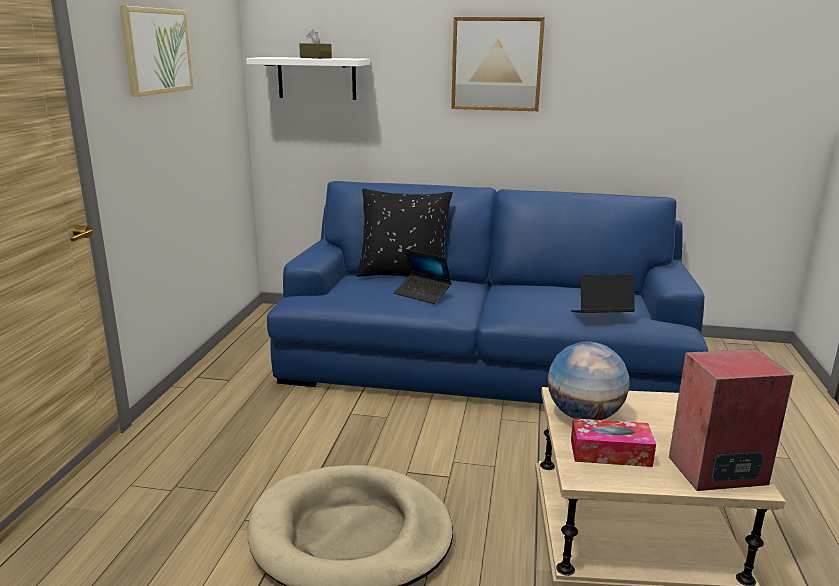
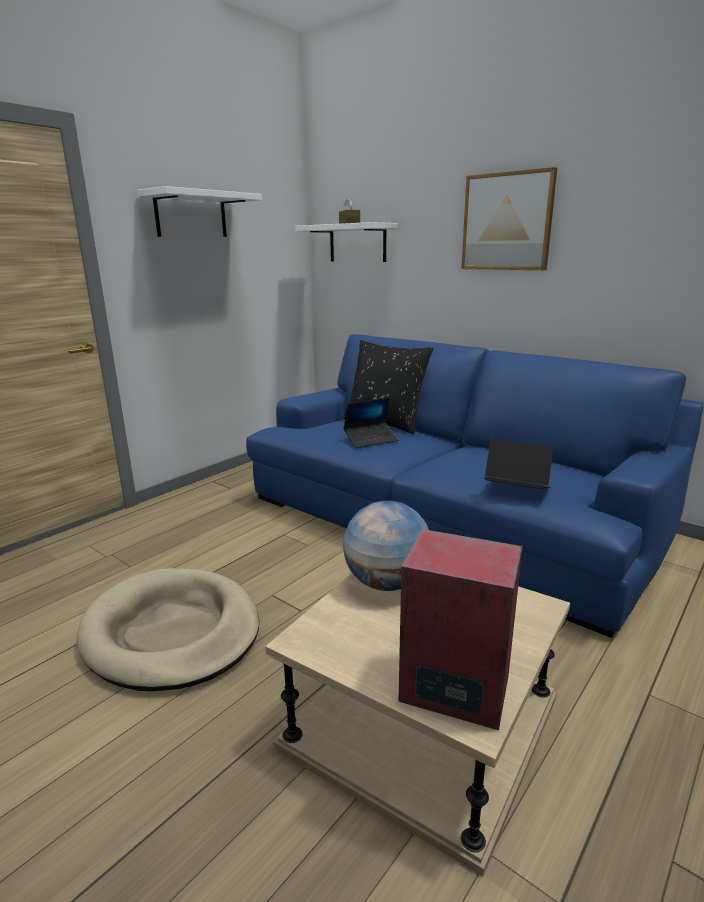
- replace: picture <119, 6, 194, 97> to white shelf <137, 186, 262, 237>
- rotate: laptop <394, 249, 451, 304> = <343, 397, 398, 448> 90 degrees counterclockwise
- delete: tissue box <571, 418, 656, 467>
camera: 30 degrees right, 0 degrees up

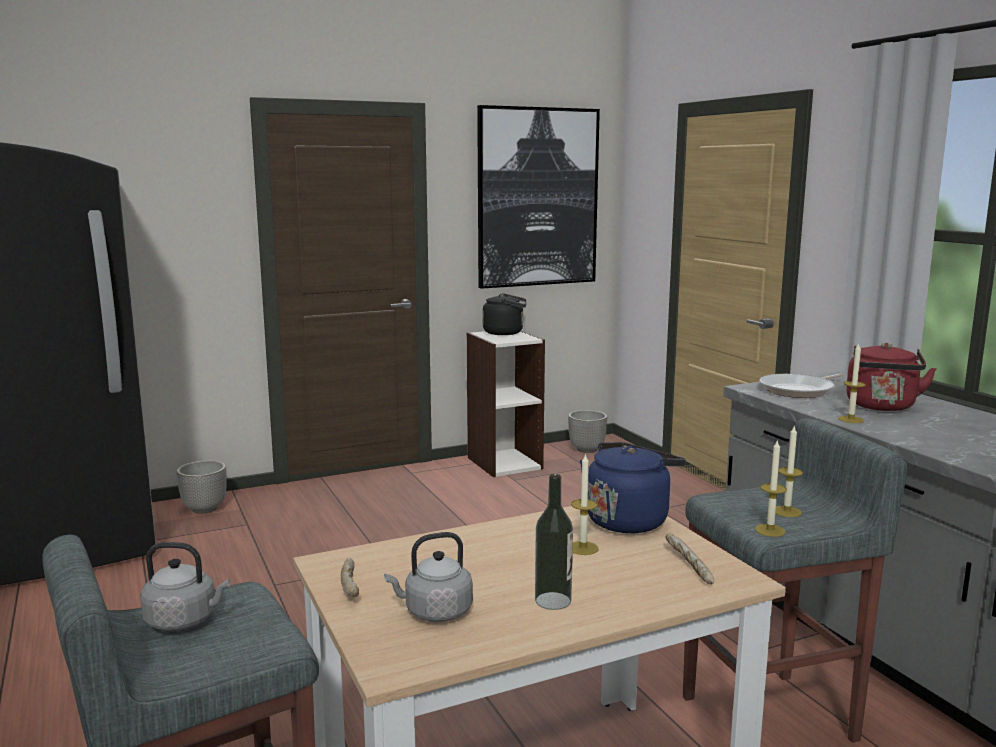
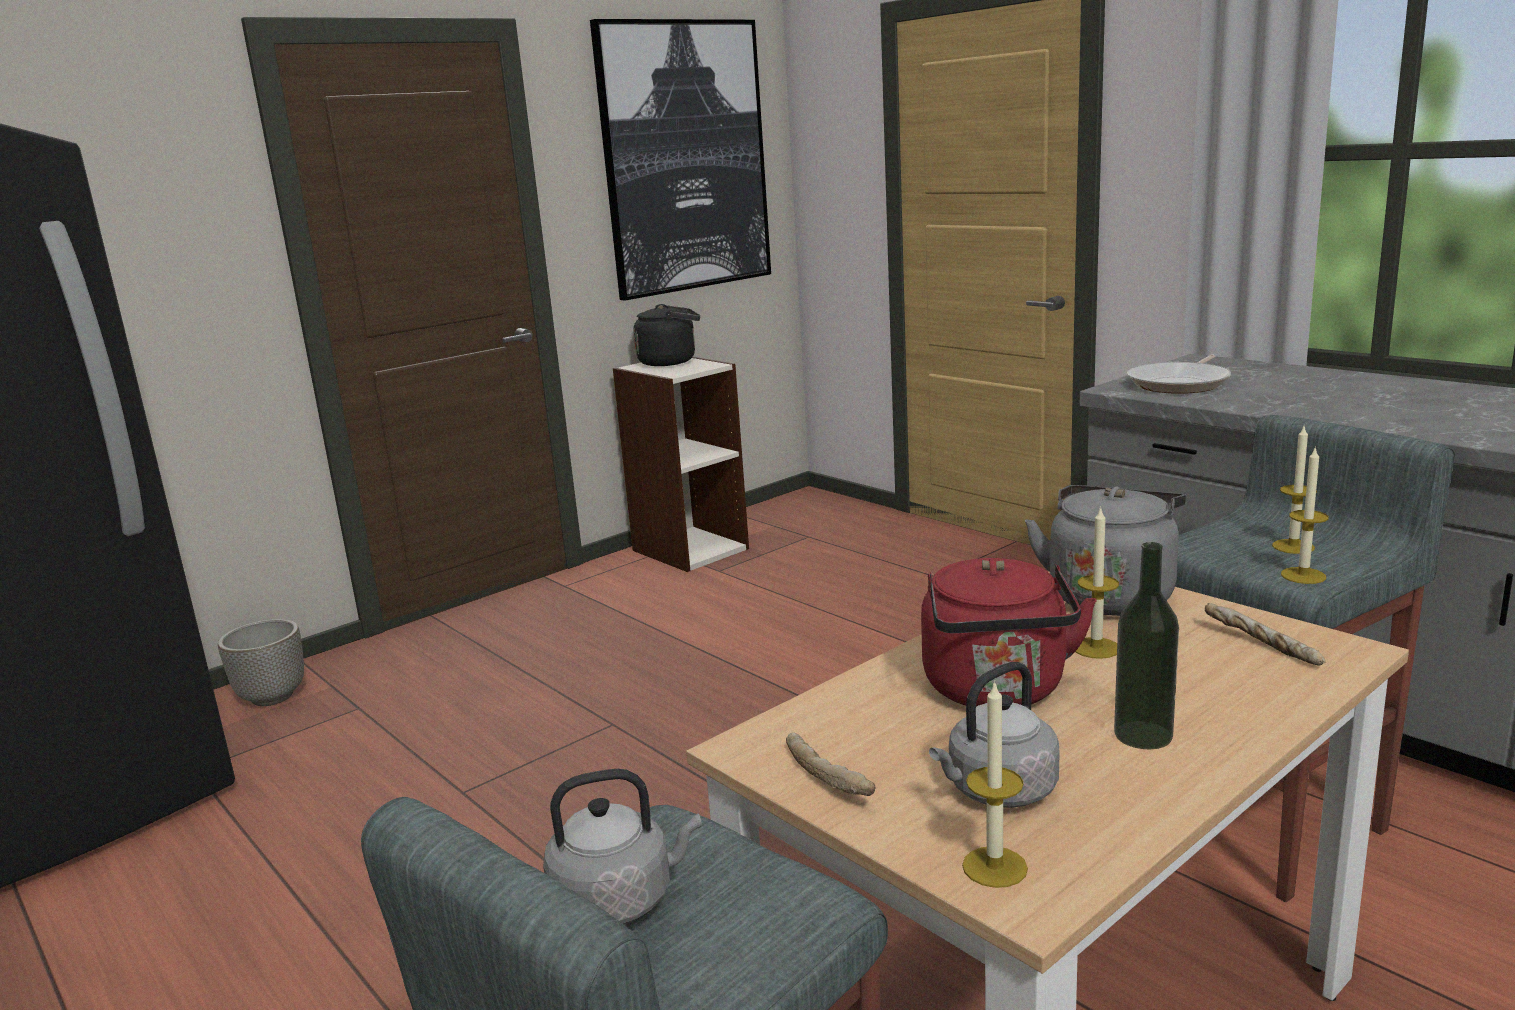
- move: red kettle <846, 343, 937, 411> to <921, 558, 1097, 707>
- move: candle <838, 344, 866, 423> to <962, 680, 1028, 888>
- recolor: blue kettle <580, 442, 686, 533> to grey kettle <1025, 485, 1186, 616>
- delete: planter <568, 410, 607, 453>
camera: 15 degrees left, 5 degrees up

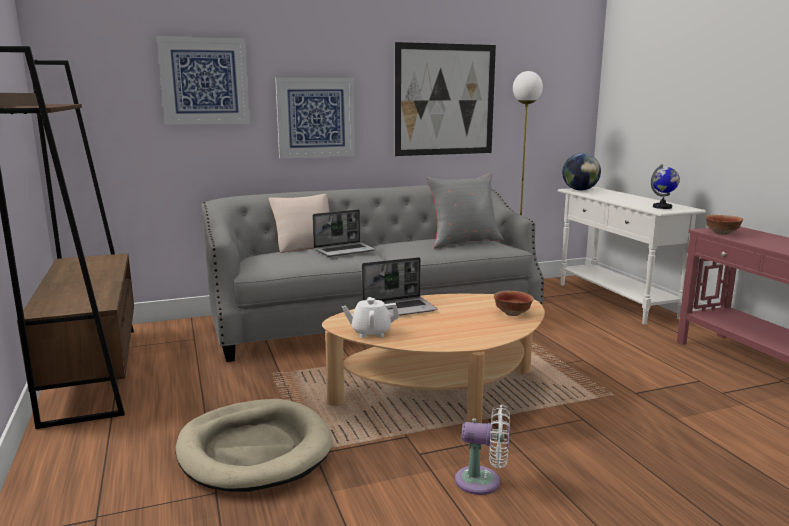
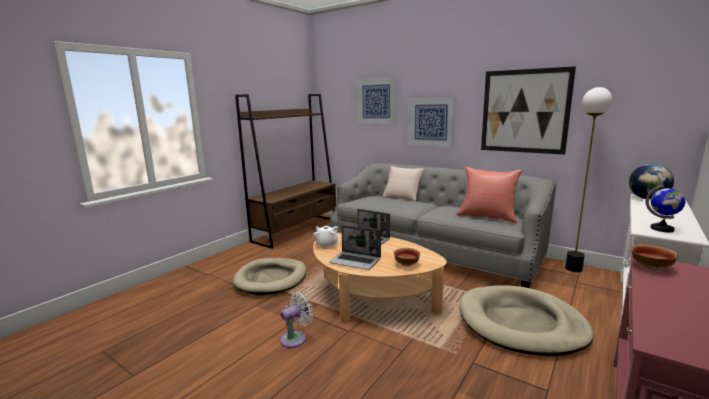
- rotate: white fan <455, 404, 510, 495> = <280, 292, 313, 348> 105 degrees counterclockwise
- move: laptop <312, 209, 376, 257> to <329, 225, 381, 270>
- recolor: grey pillow <426, 173, 504, 248> to red pillow <457, 166, 523, 223>
- insert: beige dog bed <459, 285, 593, 356>
camera: 55 degrees right, 0 degrees up

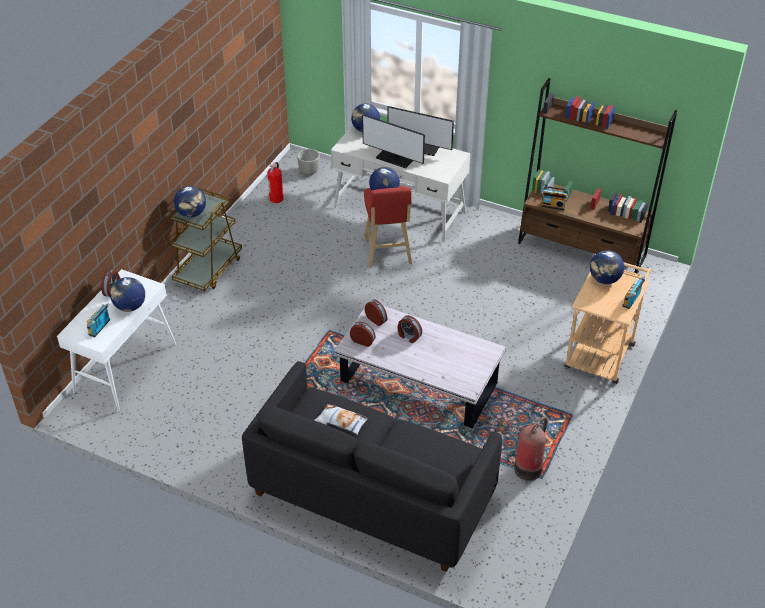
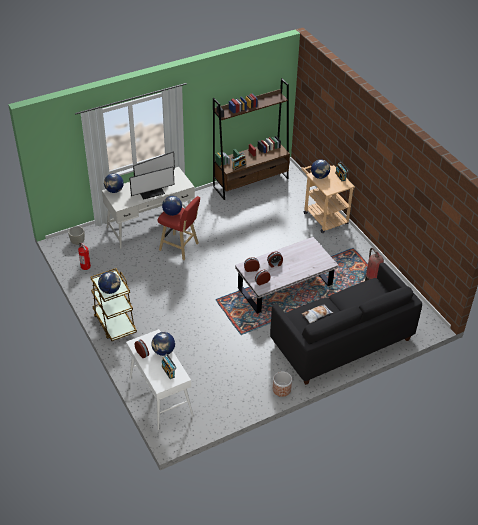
- insert: planter <273, 371, 292, 397>
camera: 55 degrees left, 0 degrees up

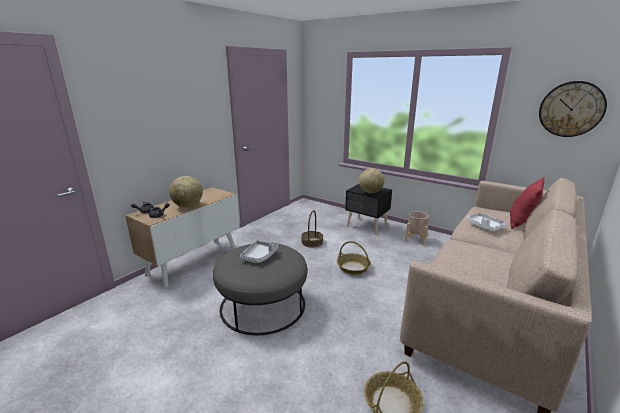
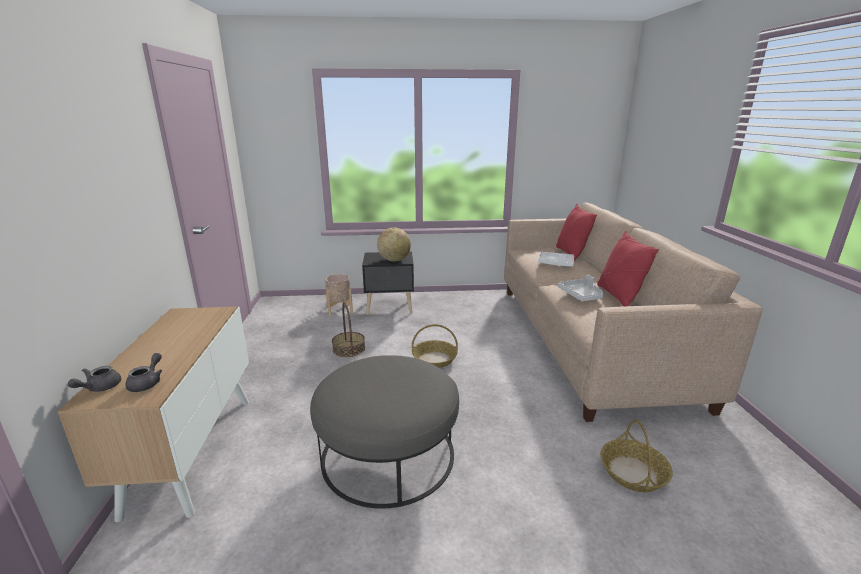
- move: beige planter <405, 211, 429, 245> to <325, 274, 353, 316>
- move: grey tray <239, 240, 278, 263> to <558, 275, 603, 301>
- insert: red pillow <597, 231, 659, 306>
- delete: globe <169, 176, 203, 208>
- delete: wall clock <539, 81, 607, 137>
camera: 40 degrees left, 0 degrees up

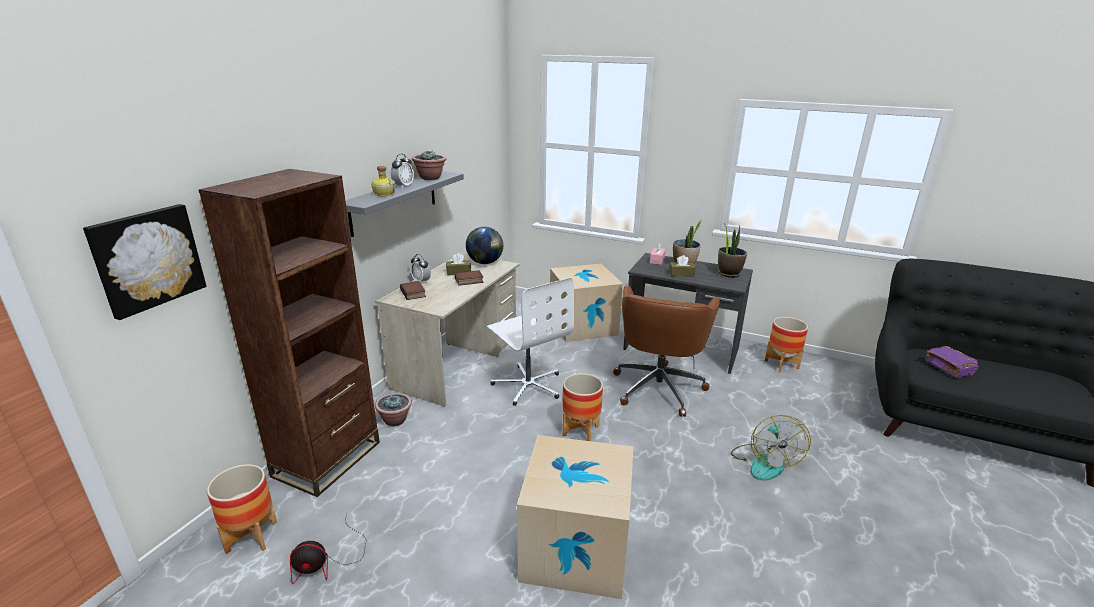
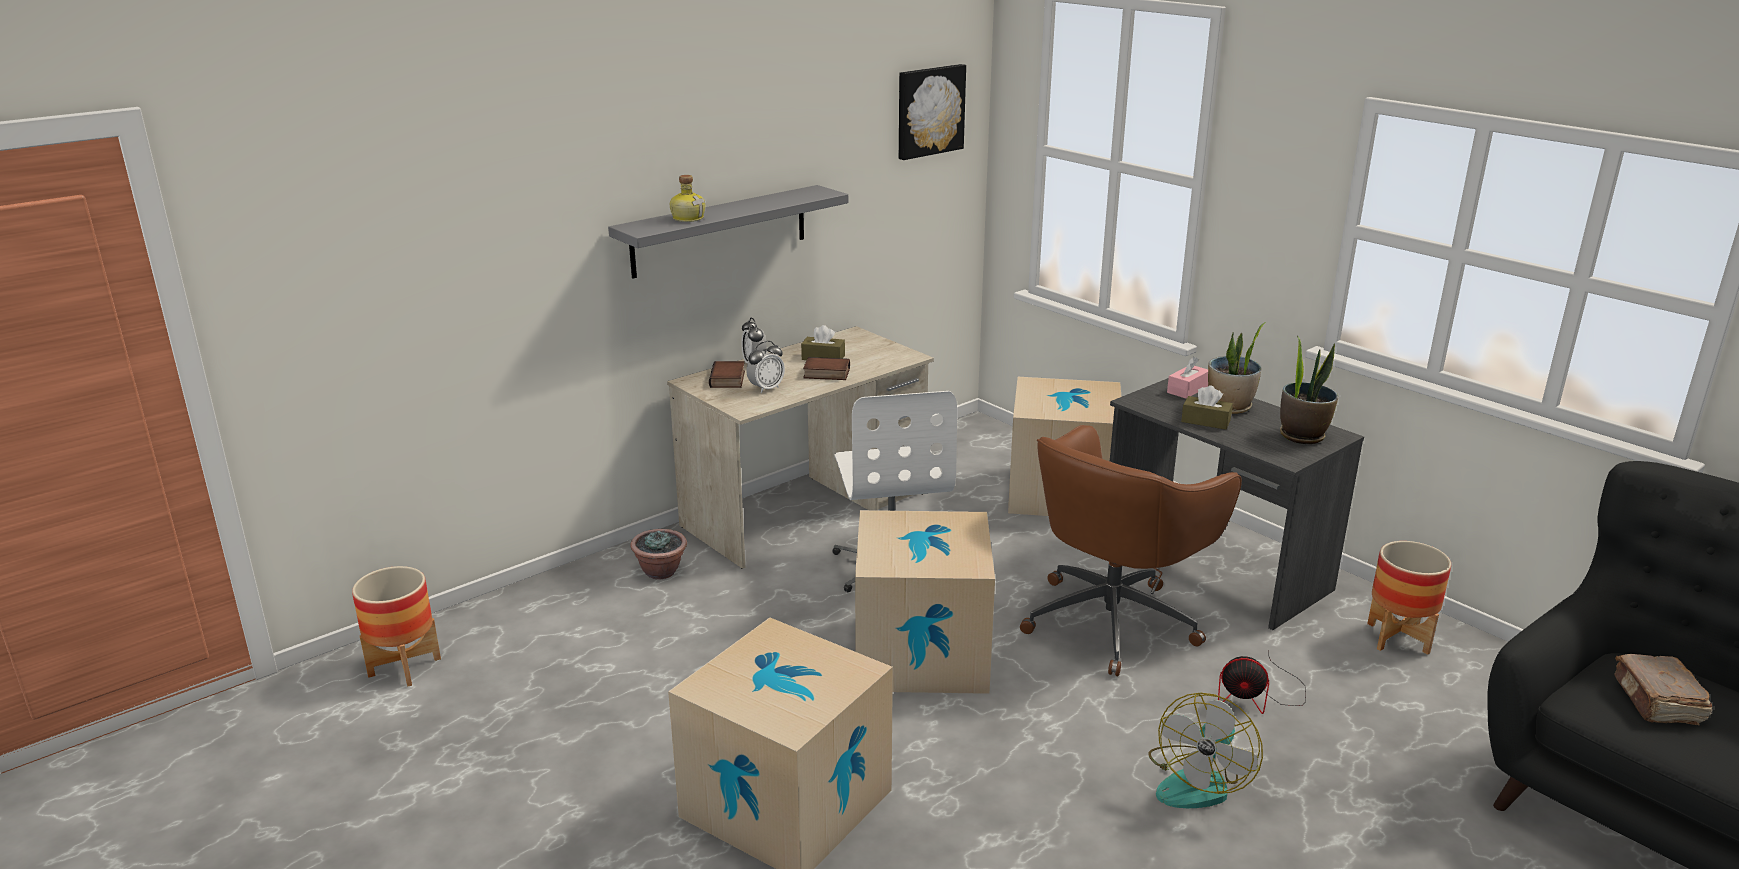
- move: alarm clock <391, 154, 414, 188> to <746, 341, 785, 393>
- replace: planter <562, 373, 603, 441> to cardboard box <855, 510, 995, 694>
- move: picture <83, 204, 206, 320> to <899, 64, 966, 160>
- move: fan <290, 514, 366, 584> to <1218, 650, 1306, 714>
- recolor: purple book <926, 346, 979, 378> to brown book <1614, 654, 1712, 725>
- delete: brown bookcase <199, 169, 380, 497>
- delete: potted plant <412, 151, 446, 180>
- delete: globe <466, 227, 503, 264>
camera: 25 degrees right, 0 degrees up

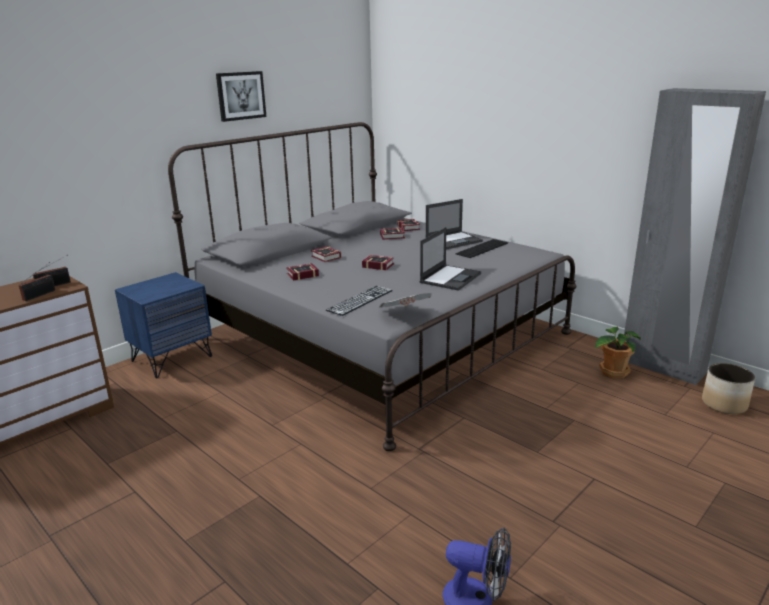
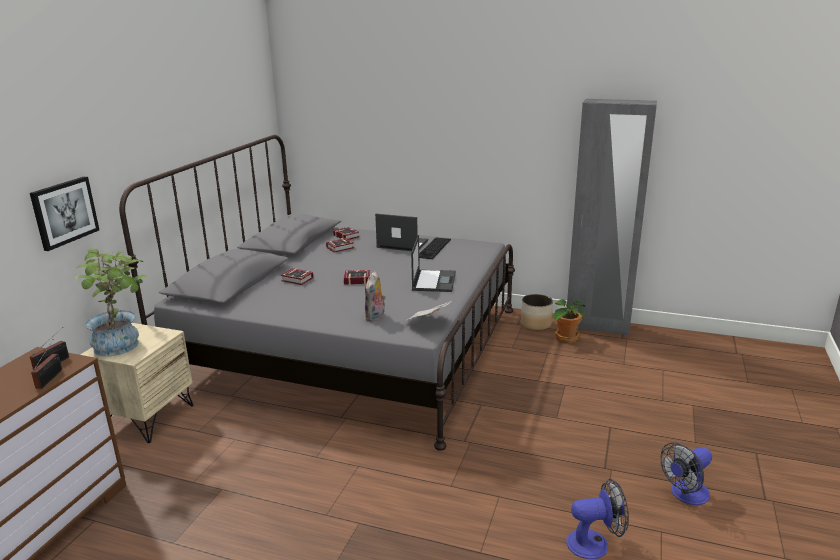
- move: picture <216, 71, 266, 122> to <30, 176, 99, 251>
- insert: potted plant <73, 249, 147, 357>
- recolor: blue nightstand <115, 272, 212, 378> to beige nightstand <80, 323, 193, 443>
- replace: keyboard <326, 286, 392, 316> to plush toy <365, 271, 386, 322>
- rotate: laptop <426, 199, 483, 250> = <375, 213, 428, 251> 105 degrees counterclockwise
- move: planter <702, 363, 755, 414> to <521, 294, 553, 330>
- insert: fan <660, 442, 712, 505>
- delete: book <286, 263, 319, 281>
camera: 25 degrees left, 0 degrees up

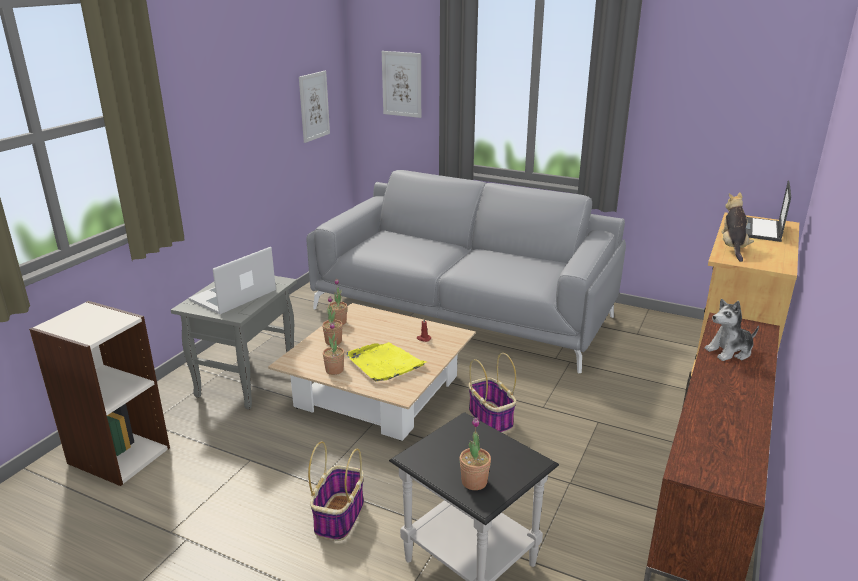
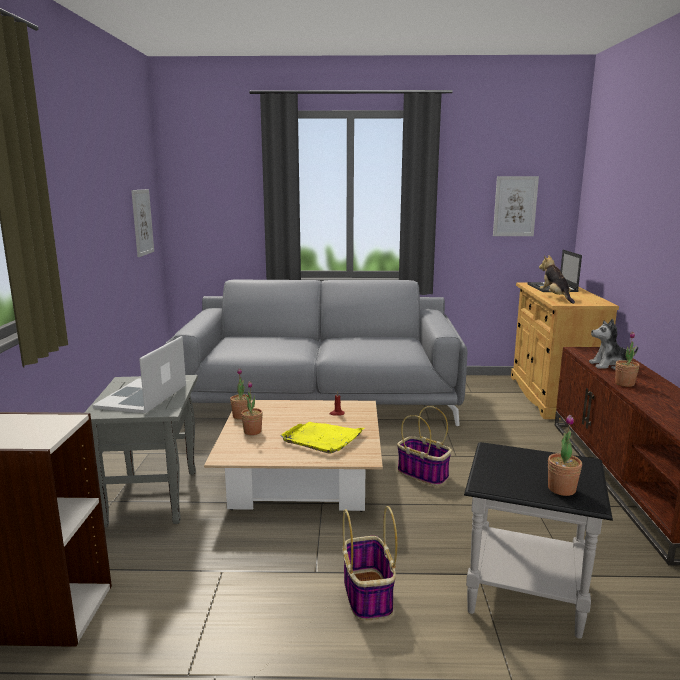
- move: picture <382, 51, 421, 118> to <493, 176, 539, 236>
- rotate: plush toy <705, 299, 759, 361> = <589, 319, 638, 370> 45 degrees clockwise
- move: potted plant <323, 323, 344, 375> to <615, 332, 640, 387>
camera: 25 degrees left, 10 degrees down

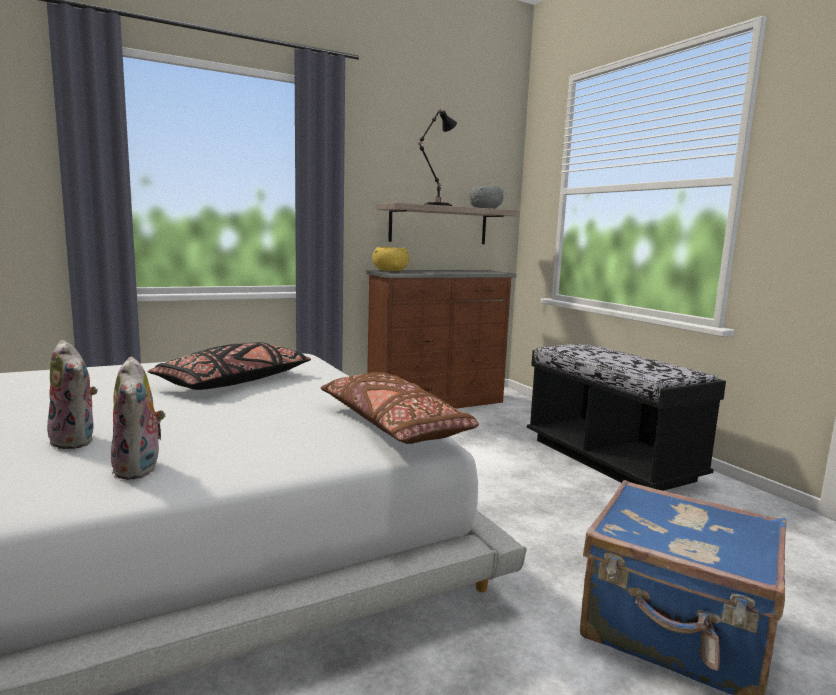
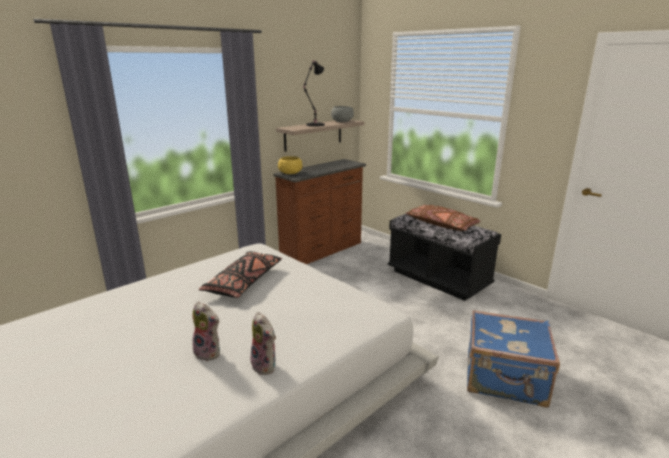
- move: brown pillow <321, 372, 479, 444> to <405, 205, 481, 231>
camera: 15 degrees left, 10 degrees up

